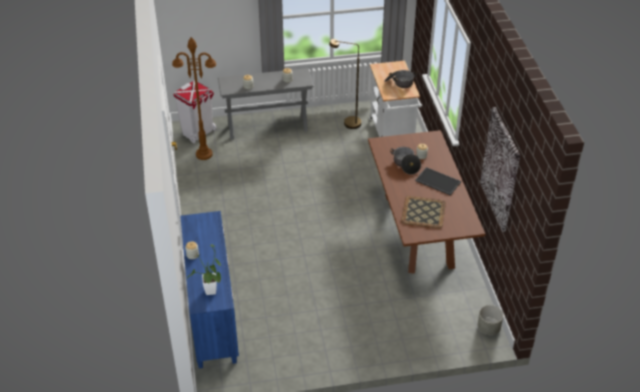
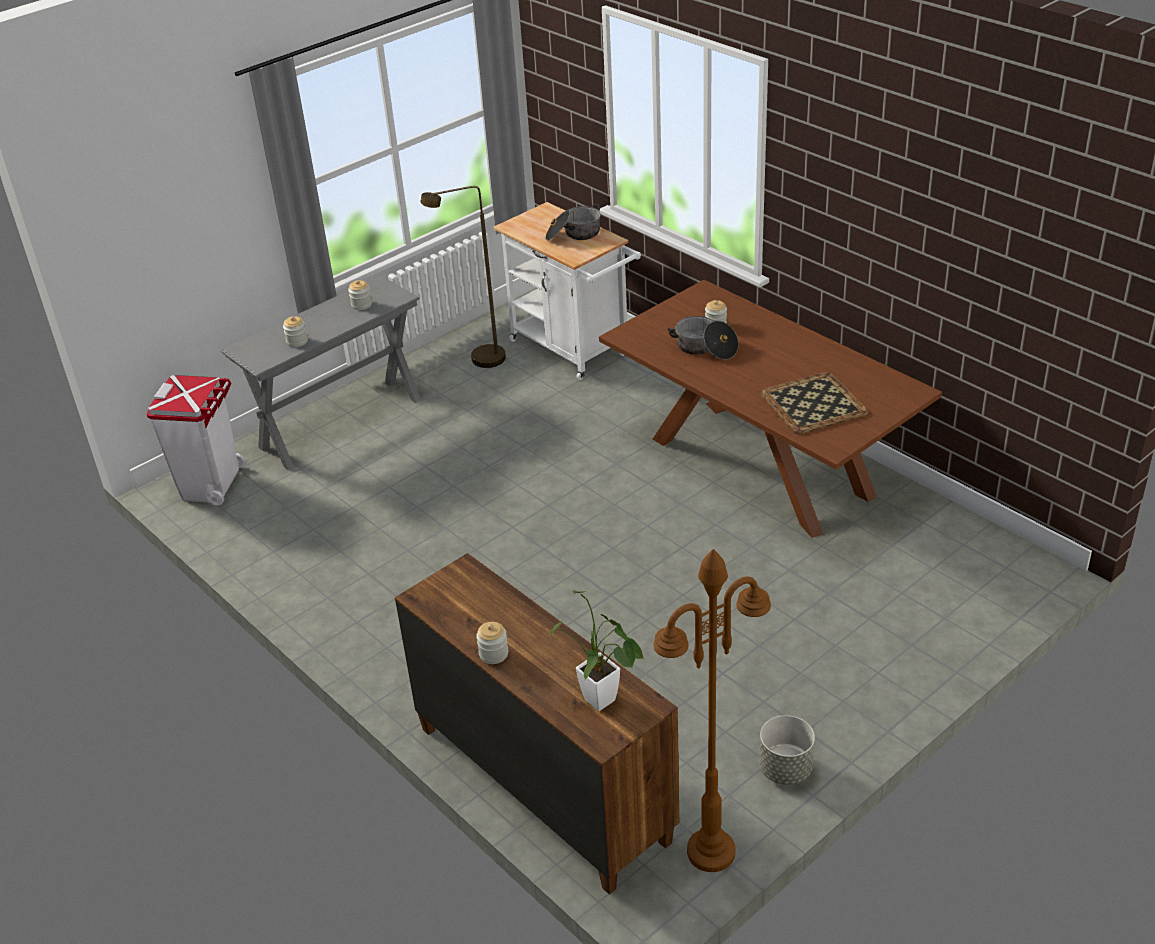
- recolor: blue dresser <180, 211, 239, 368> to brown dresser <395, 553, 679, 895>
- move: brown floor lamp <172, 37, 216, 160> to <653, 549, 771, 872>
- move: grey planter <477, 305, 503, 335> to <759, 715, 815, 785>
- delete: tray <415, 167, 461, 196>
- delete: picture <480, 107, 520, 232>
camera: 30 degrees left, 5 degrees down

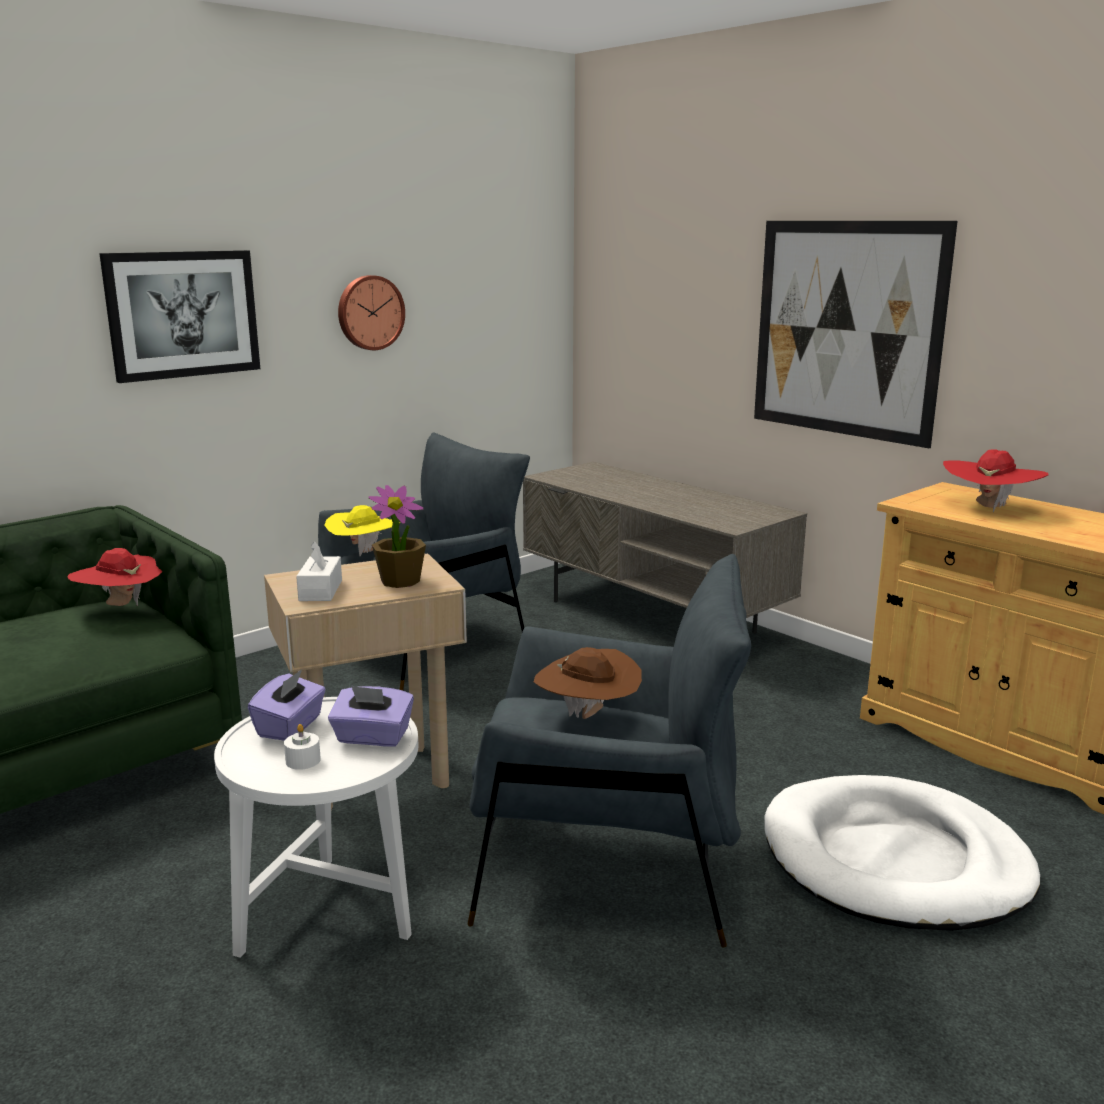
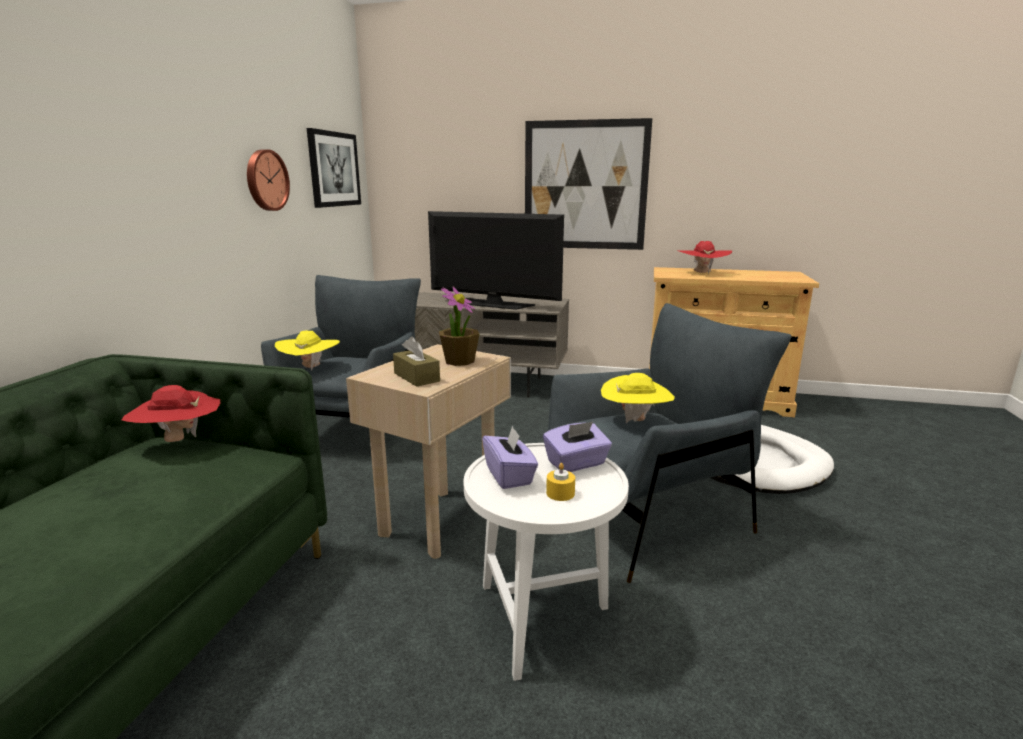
- move: picture <99, 250, 260, 383> to <307, 128, 361, 208>
- recolor: white tissue box <296, 541, 342, 601> to brown tissue box <393, 337, 440, 387>
- insert: television <428, 211, 564, 310>
- recolor: white candle <284, 724, 321, 770> to yellow candle <546, 463, 575, 501>
- recolor: brown hat <534, 647, 642, 719> to yellow hat <601, 373, 675, 423>
camera: 35 degrees left, 0 degrees up

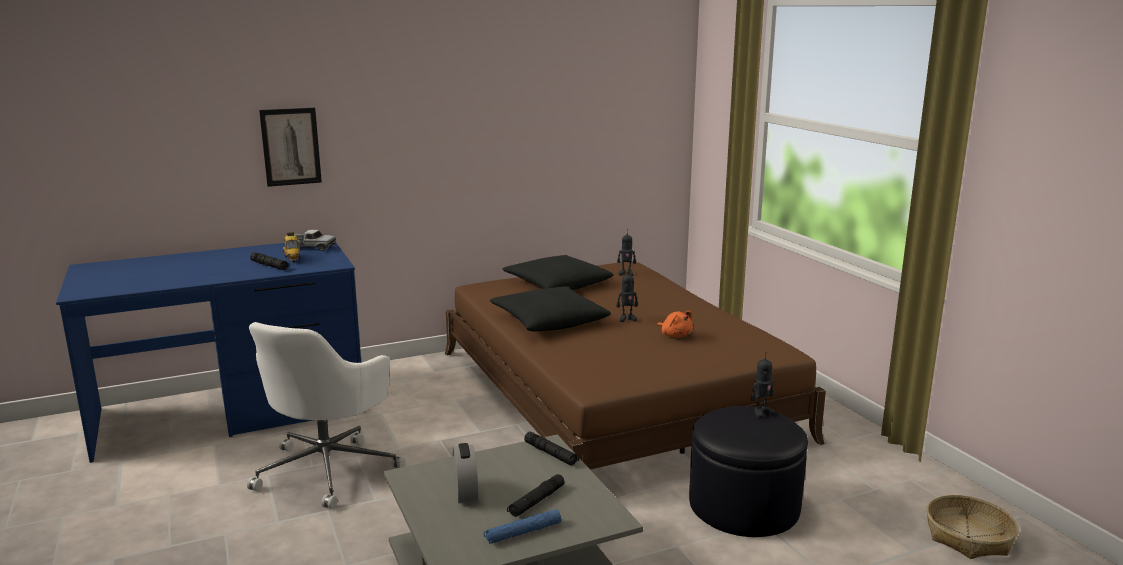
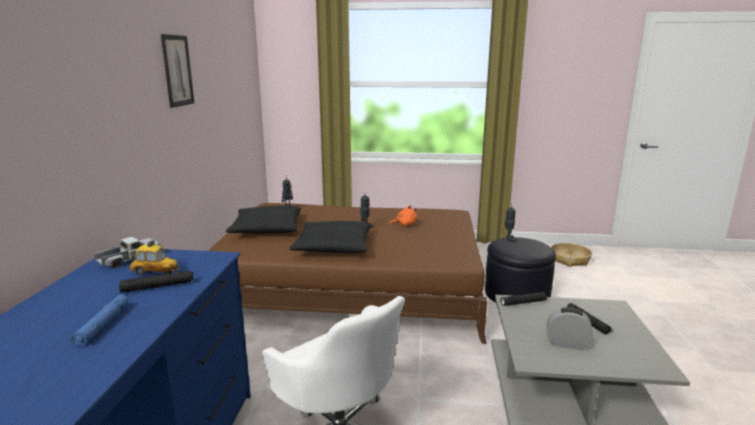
- move: blue flashlight <484, 509, 561, 544> to <70, 295, 129, 345>
- move: picture <259, 108, 322, 187> to <161, 34, 194, 108>
camera: 60 degrees left, 0 degrees up

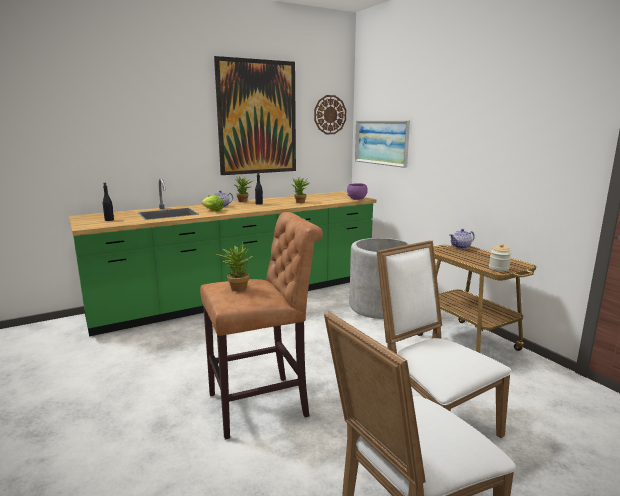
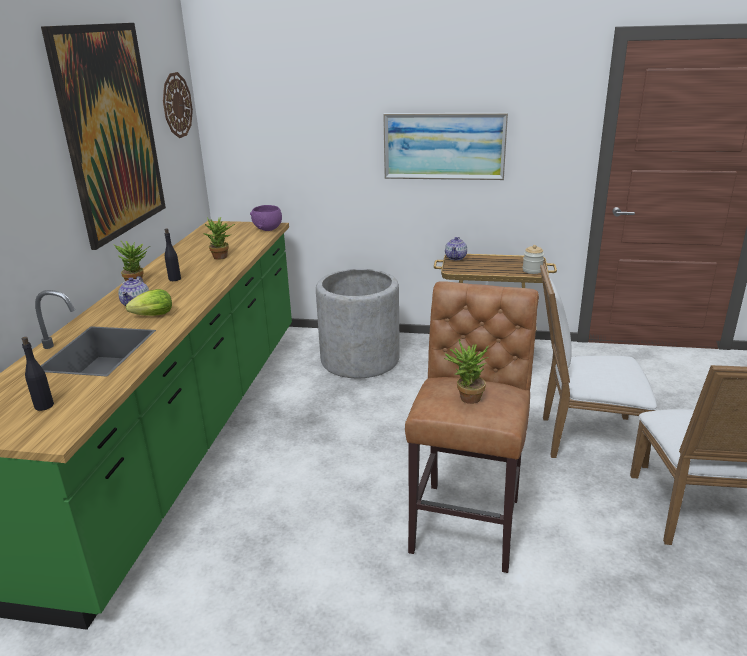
- move: picture <355, 121, 410, 168> to <383, 113, 508, 180>
camera: 50 degrees left, 10 degrees up

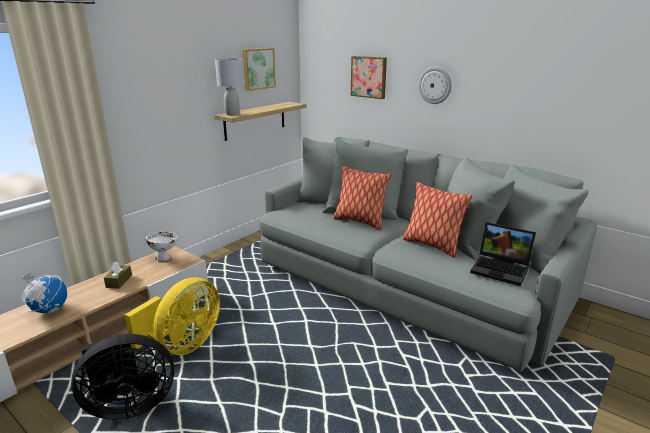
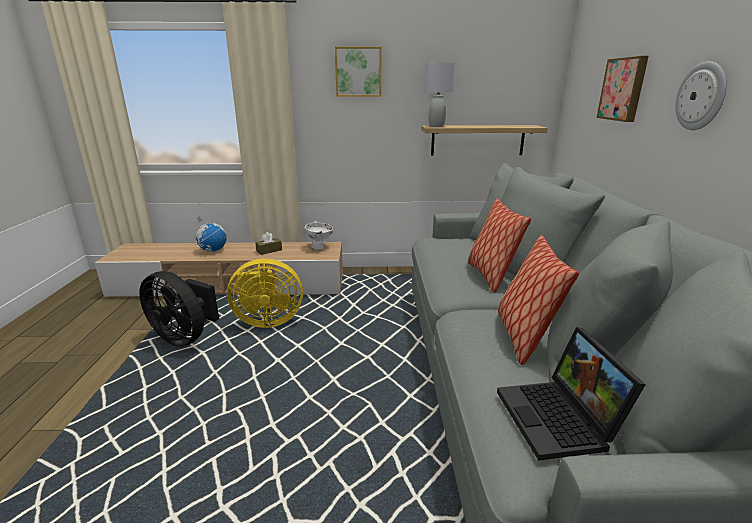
- move: picture <243, 48, 276, 91> to <335, 47, 381, 97>
camera: 50 degrees right, 0 degrees up

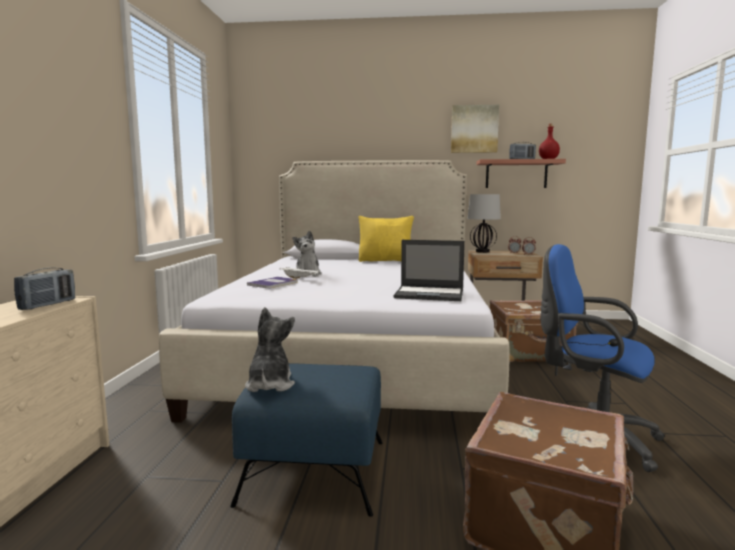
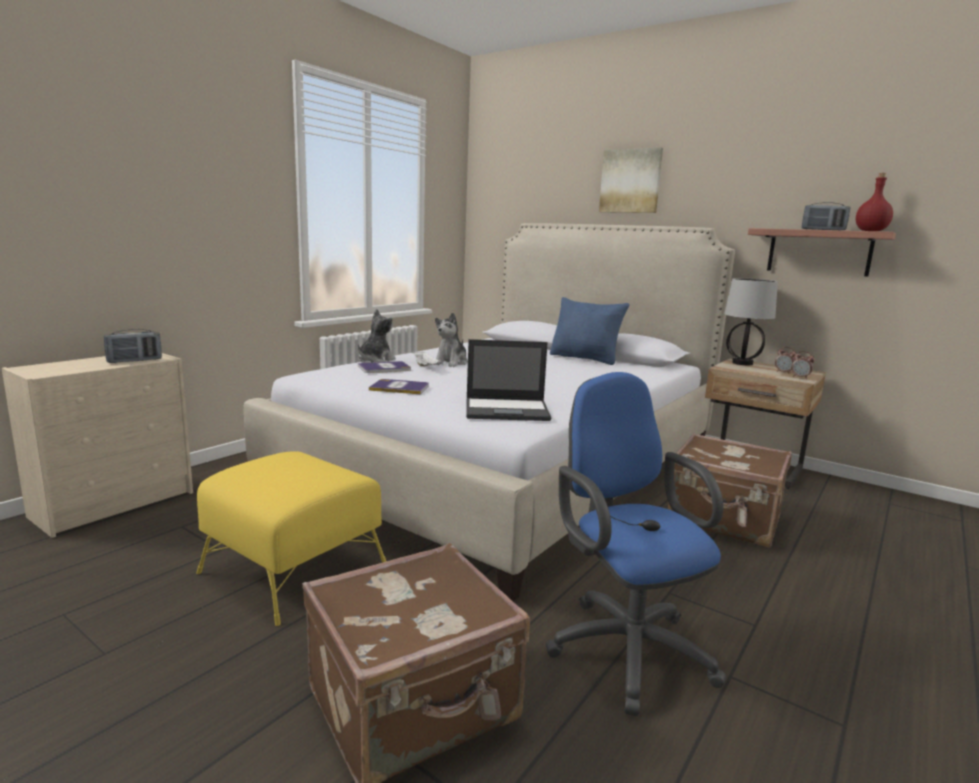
- recolor: blue ottoman <230, 363, 383, 517> to yellow ottoman <196, 451, 386, 626>
- move: plush toy <245, 307, 295, 392> to <358, 309, 396, 363>
- insert: book <369, 379, 429, 394>
- rotate: laptop <394, 240, 465, 301> = <466, 339, 551, 421> 45 degrees counterclockwise
- recolor: yellow pillow <358, 216, 414, 262> to blue pillow <550, 297, 630, 365>
- move: picture <451, 105, 499, 153> to <599, 147, 663, 213>
camera: 30 degrees right, 5 degrees up

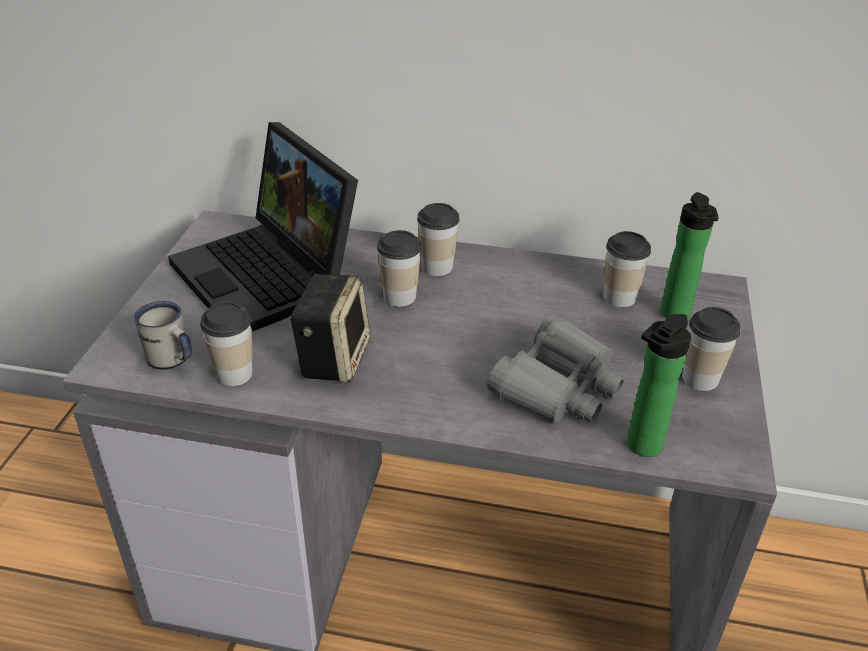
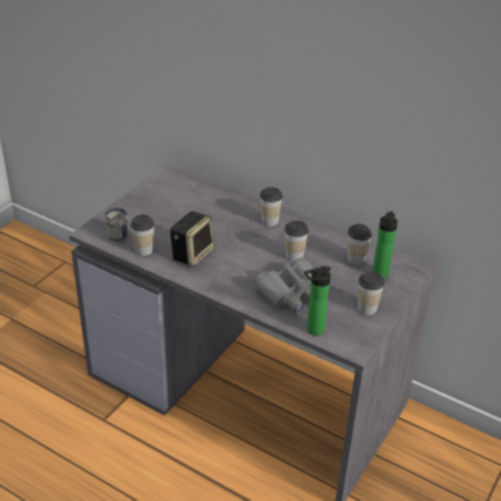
- move: cup <377, 230, 422, 307> to <285, 220, 309, 261>
- delete: laptop <168, 122, 358, 332>
camera: 20 degrees right, 0 degrees up

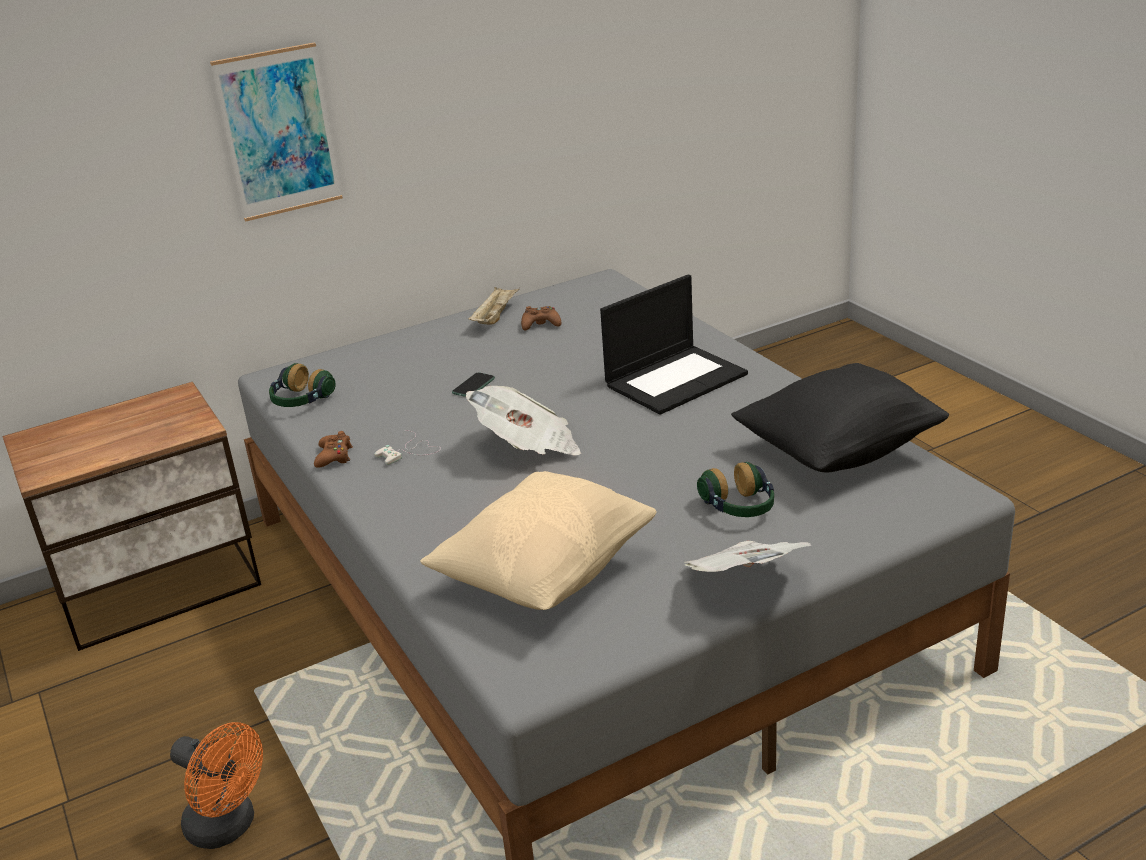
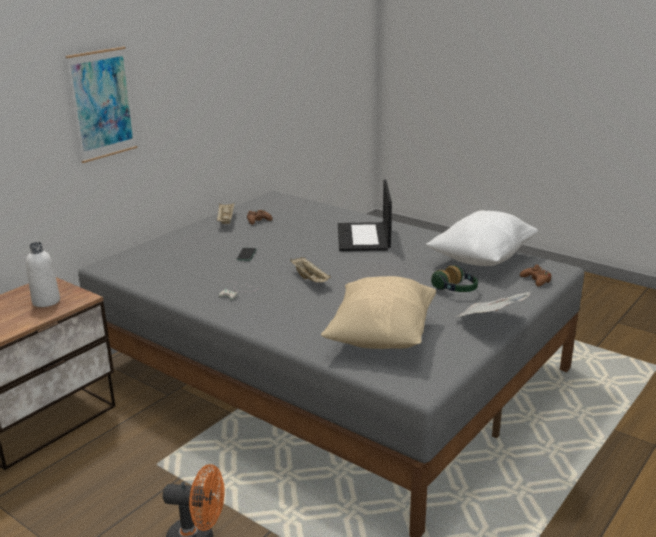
- insert: white bottle <26, 242, 60, 307>
- replace: newspaper <466, 386, 581, 455> to beige tray <290, 257, 331, 283>
- rotate: laptop <600, 274, 748, 415> = <338, 180, 392, 251> 150 degrees clockwise
- recolor: black pillow <731, 363, 949, 473> to white pillow <426, 211, 538, 266>
- move: brown game controller <314, 431, 353, 468> to <520, 264, 551, 286>
- delete: headphones <269, 363, 336, 407>
camera: 25 degrees left, 5 degrees down

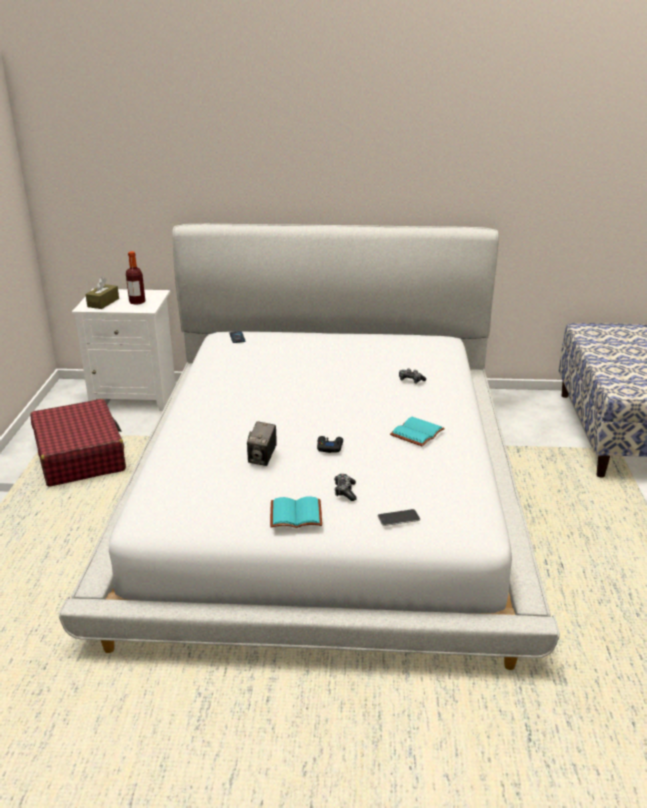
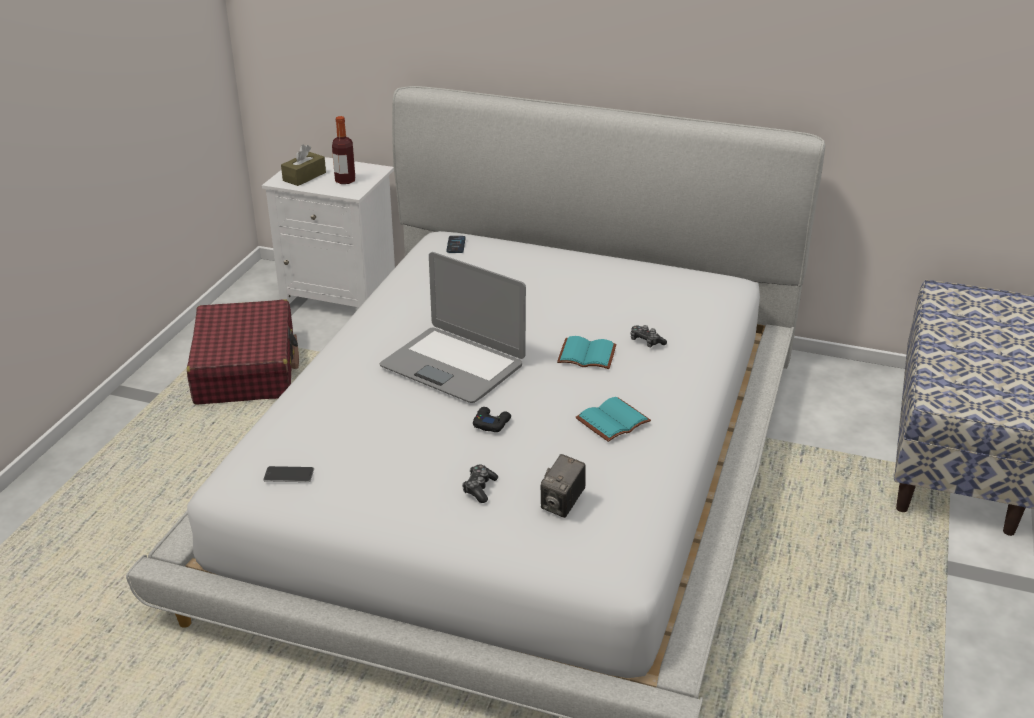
- move: phone <378, 509, 421, 526> to <263, 466, 314, 482>
- insert: laptop <380, 252, 526, 403>
- move: photo camera <247, 421, 277, 466> to <541, 454, 586, 518>
- move: turquoise book <270, 496, 322, 528> to <557, 336, 616, 369>
camera: 15 degrees right, 5 degrees up

